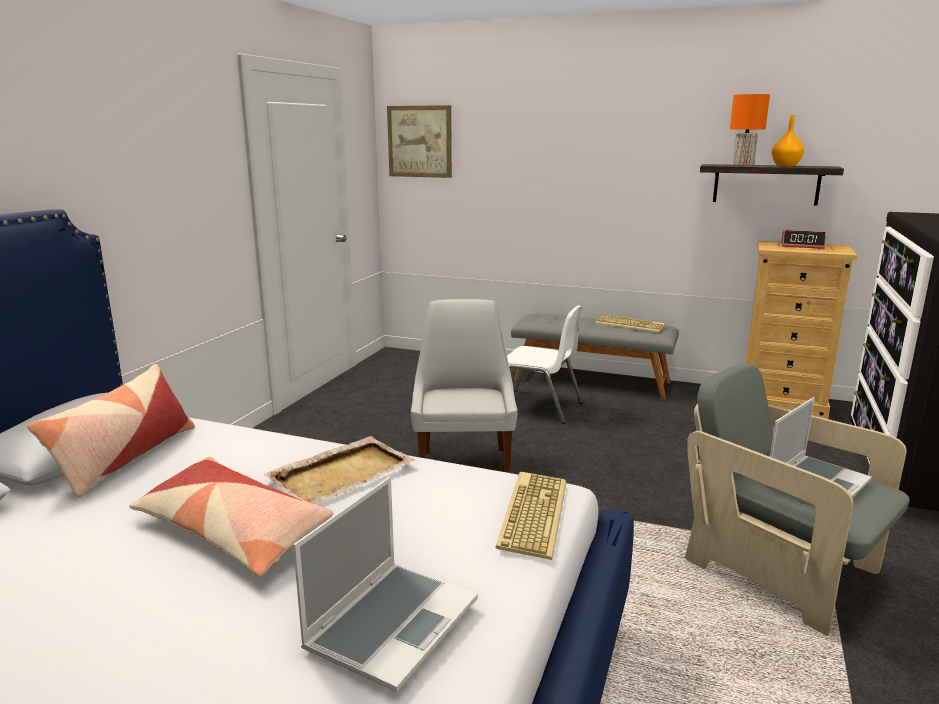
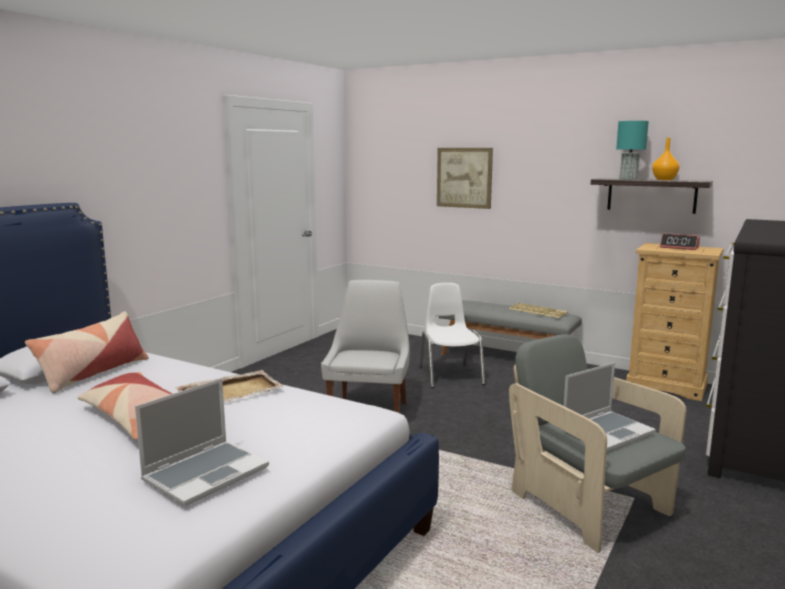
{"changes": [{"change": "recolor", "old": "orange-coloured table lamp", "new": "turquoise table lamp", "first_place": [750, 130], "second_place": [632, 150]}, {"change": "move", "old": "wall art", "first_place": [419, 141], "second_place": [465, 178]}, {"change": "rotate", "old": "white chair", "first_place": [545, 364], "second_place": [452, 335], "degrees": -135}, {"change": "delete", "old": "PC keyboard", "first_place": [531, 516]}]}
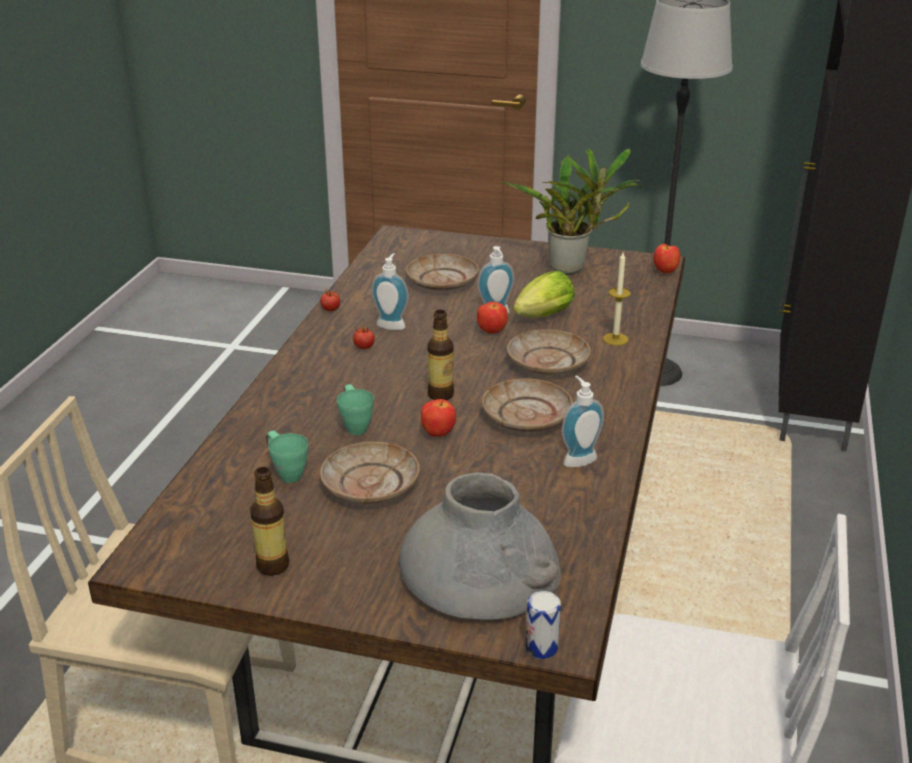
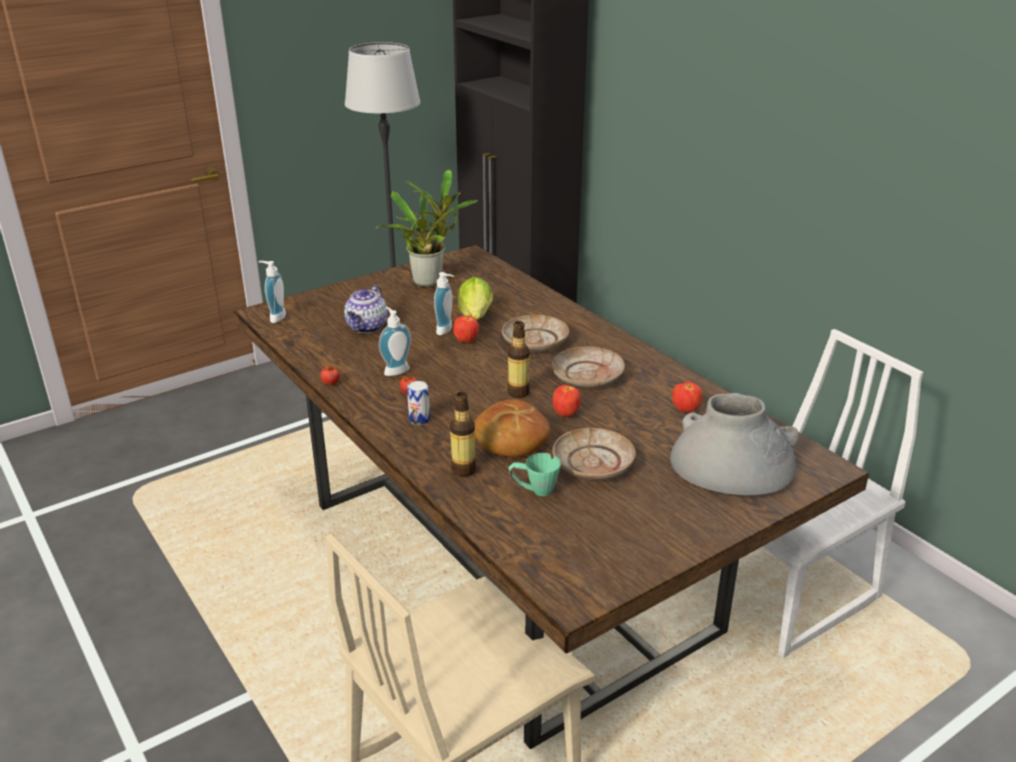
{"changes": [{"change": "move", "old": "apple fruit", "first_place": [666, 258], "second_place": [687, 397]}, {"change": "delete", "old": "wax light", "first_place": [617, 298]}, {"change": "replace", "old": "beige flat dish", "new": "pot for tea", "first_place": [442, 272], "second_place": [366, 309]}, {"change": "move", "old": "soap dispenser", "first_place": [583, 421], "second_place": [272, 292]}, {"change": "replace", "old": "greenish coffee mug", "new": "bread", "first_place": [355, 410], "second_place": [512, 429]}, {"change": "move", "old": "bottle", "first_place": [269, 521], "second_place": [463, 434]}, {"change": "move", "old": "metal can", "first_place": [543, 625], "second_place": [418, 403]}]}
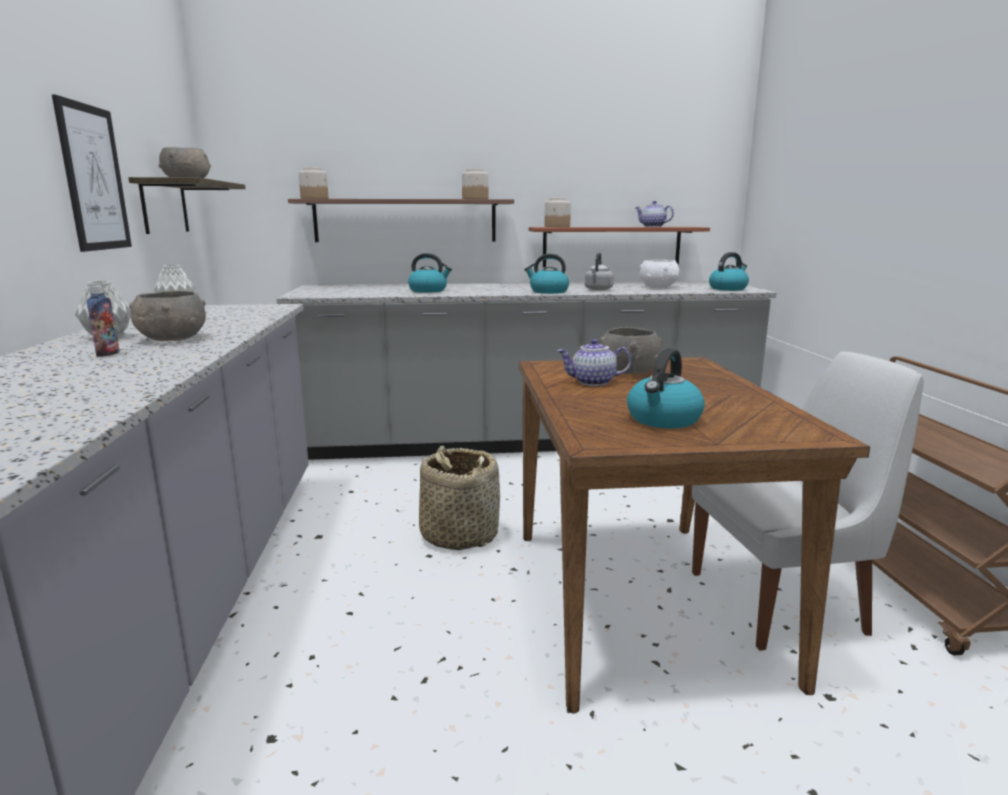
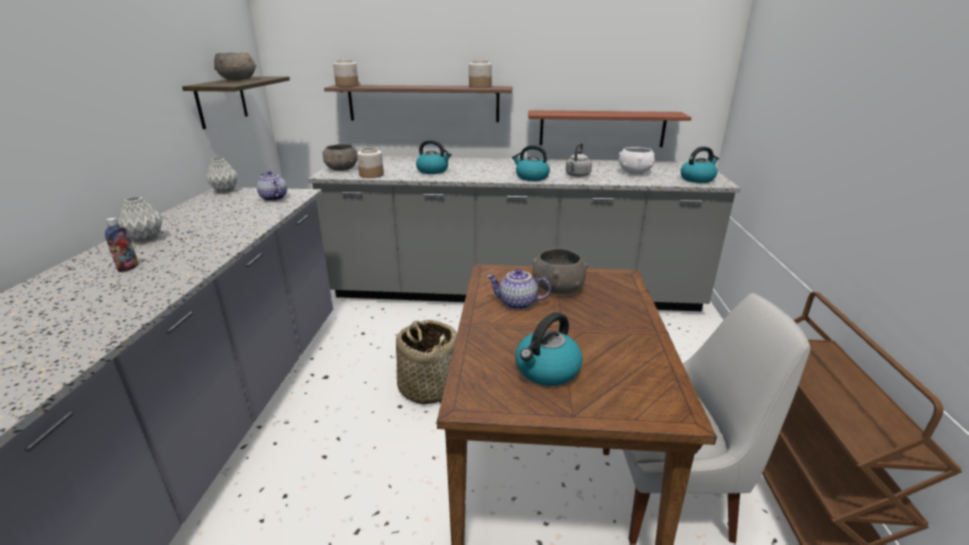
{"changes": [{"change": "delete", "old": "wall art", "first_place": [92, 173]}, {"change": "move", "old": "storage jar", "first_place": [557, 212], "second_place": [370, 162]}, {"change": "move", "old": "pot for tea", "first_place": [655, 214], "second_place": [272, 186]}, {"change": "move", "old": "grey serving bowl", "first_place": [167, 316], "second_place": [340, 157]}]}
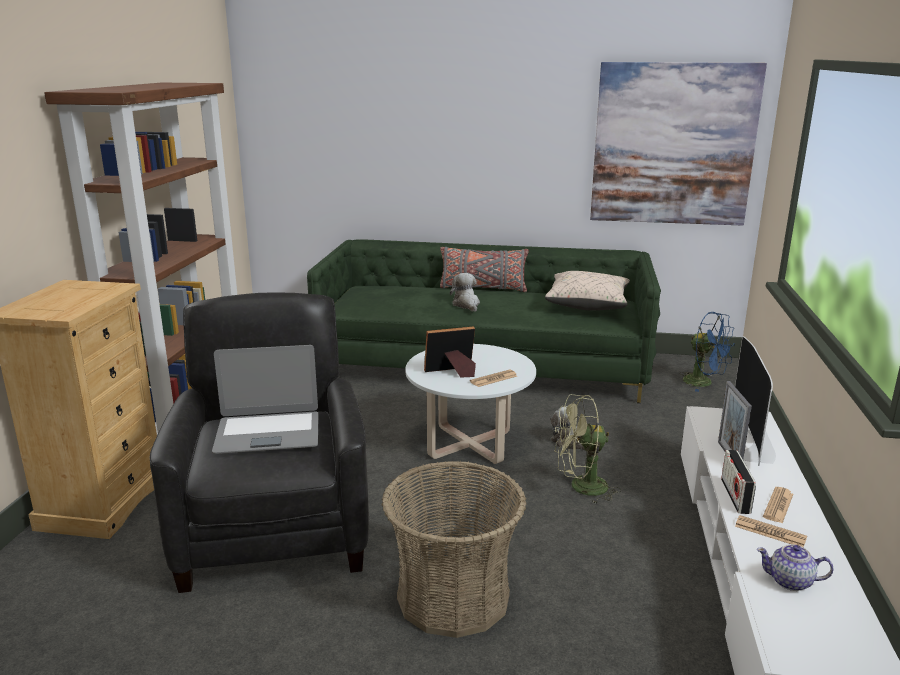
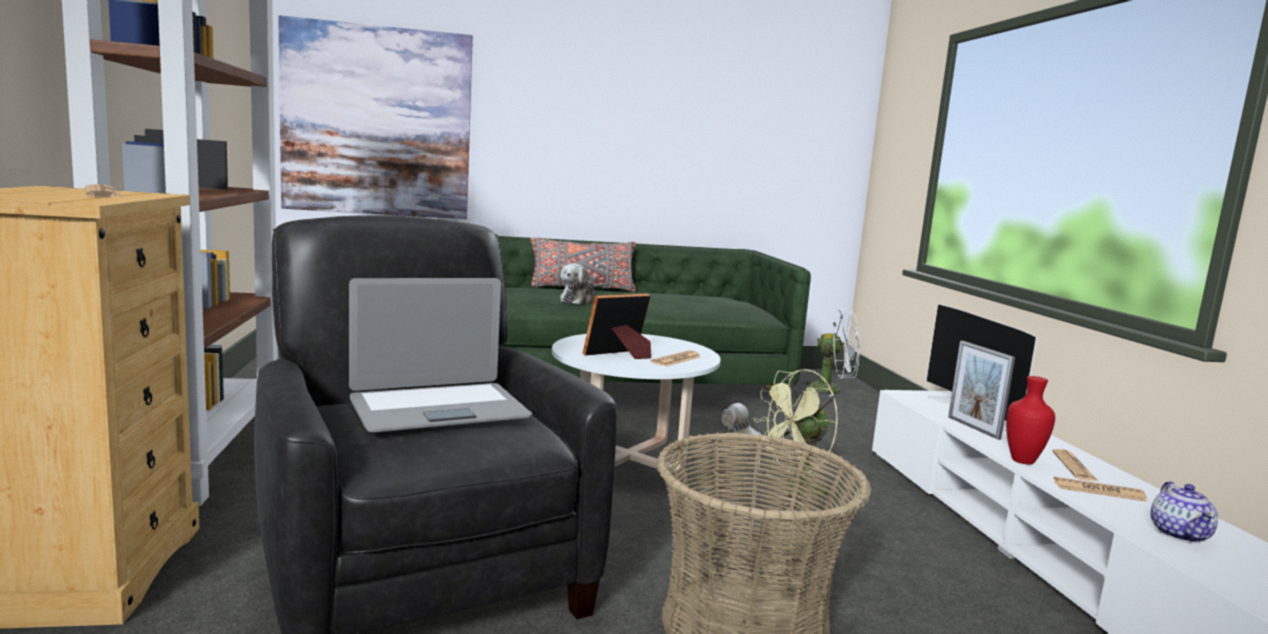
{"changes": [{"change": "move", "old": "wall art", "first_place": [678, 144], "second_place": [375, 117]}, {"change": "delete", "old": "beige throw pillow", "first_place": [587, 291]}, {"change": "rotate", "old": "cuddly toy", "first_place": [465, 292], "second_place": [577, 283], "degrees": -120}, {"change": "recolor", "old": "bluish electric fan", "new": "white electric fan", "first_place": [707, 352], "second_place": [830, 353]}, {"change": "replace", "old": "radio set", "new": "reddish vase", "first_place": [738, 482], "second_place": [1030, 420]}, {"change": "rotate", "old": "pot for tea", "first_place": [795, 567], "second_place": [1184, 512], "degrees": -75}, {"change": "insert", "new": "daily paper", "second_place": [103, 191]}]}
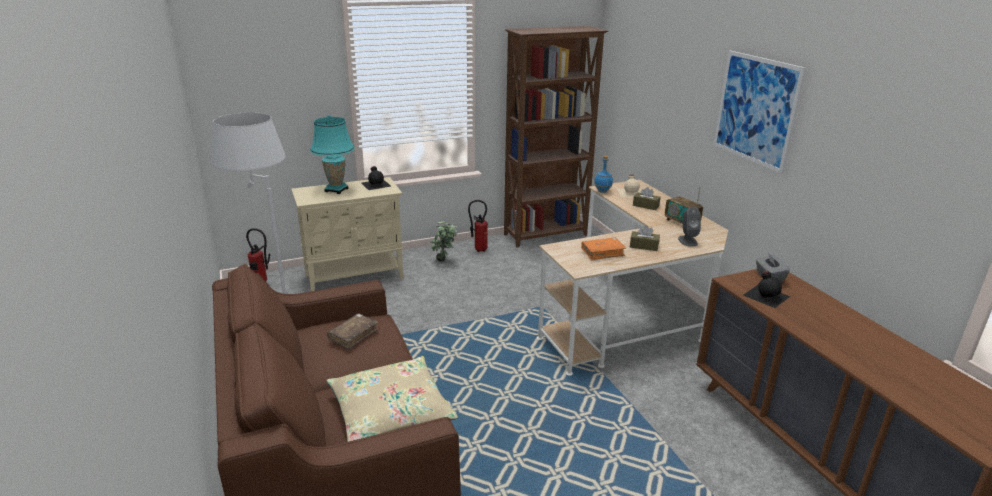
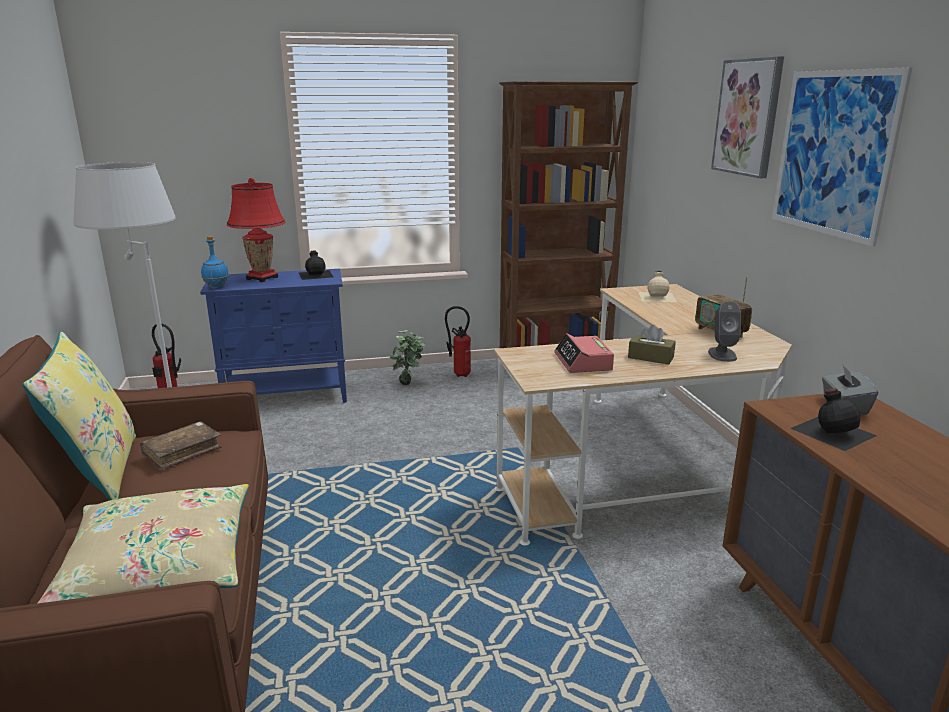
{"changes": [{"change": "recolor", "old": "turquoise table lamp", "new": "reddish table lamp", "first_place": [332, 154], "second_place": [256, 230]}, {"change": "move", "old": "bluish bottle", "first_place": [603, 174], "second_place": [215, 262]}, {"change": "recolor", "old": "beige cabinet", "new": "bluish cabinet", "first_place": [347, 234], "second_place": [273, 336]}, {"change": "delete", "old": "brownish tissue holder", "first_place": [646, 198]}, {"change": "replace", "old": "orange-coloured volume", "new": "alarm clock", "first_place": [603, 248], "second_place": [584, 353]}, {"change": "insert", "new": "wall art", "second_place": [747, 117]}, {"change": "insert", "new": "yellow throw pillow", "second_place": [79, 416]}]}
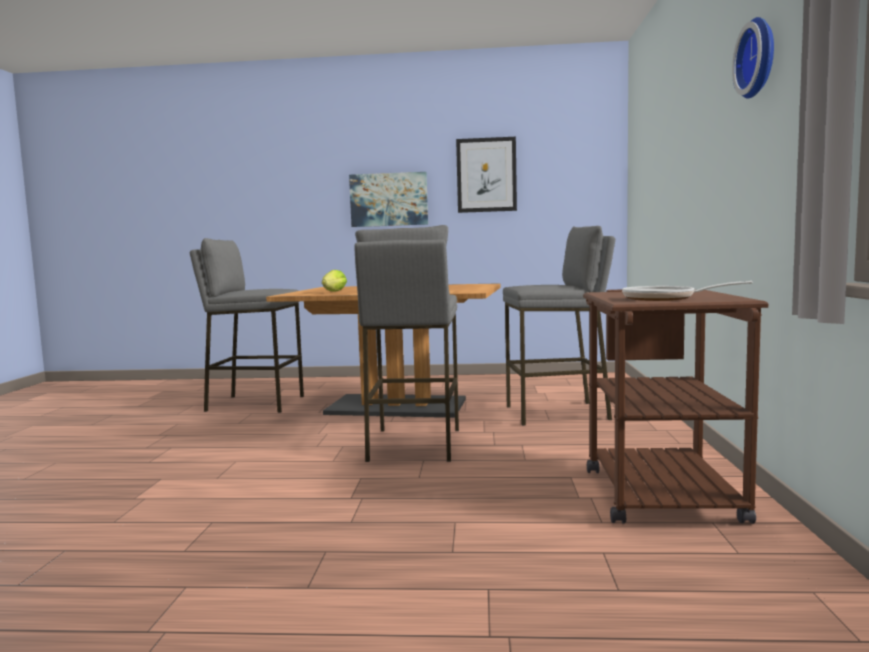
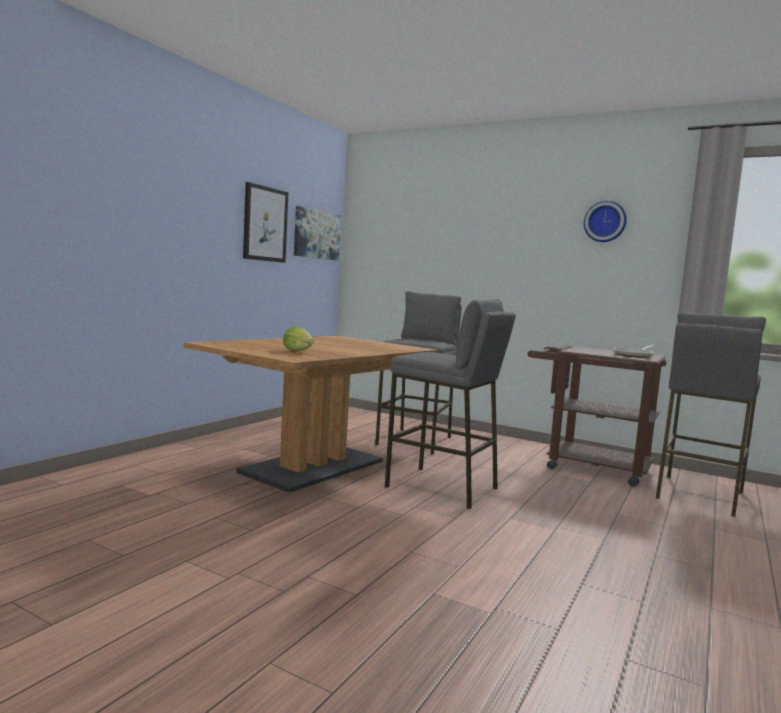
{"changes": [{"change": "move", "old": "wall art", "first_place": [388, 199], "second_place": [317, 233]}, {"change": "move", "old": "grey sitting stool", "first_place": [247, 325], "second_place": [711, 415]}]}
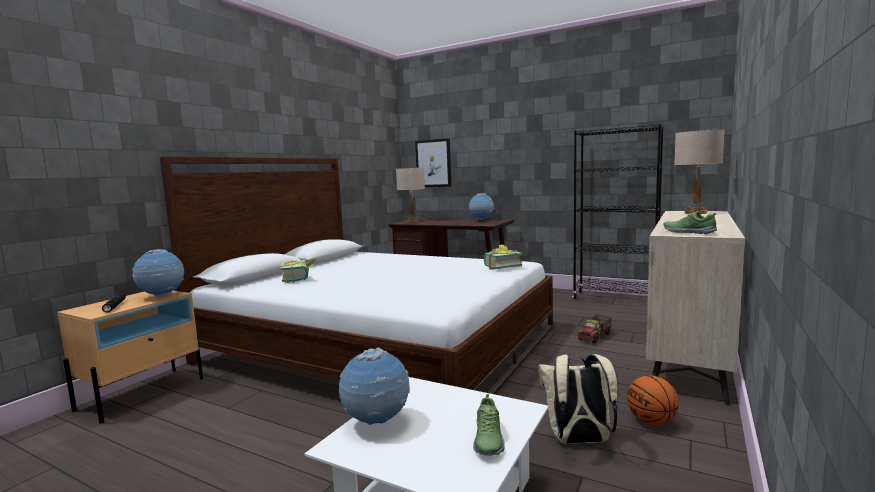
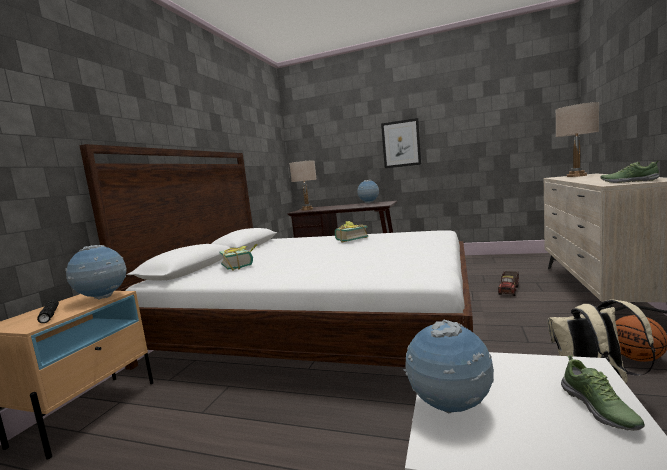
{"changes": [{"change": "delete", "old": "black bookcase", "first_place": [618, 211]}, {"change": "move", "old": "wall art", "first_place": [433, 162], "second_place": [401, 143]}, {"change": "move", "old": "volume", "first_place": [503, 257], "second_place": [351, 231]}]}
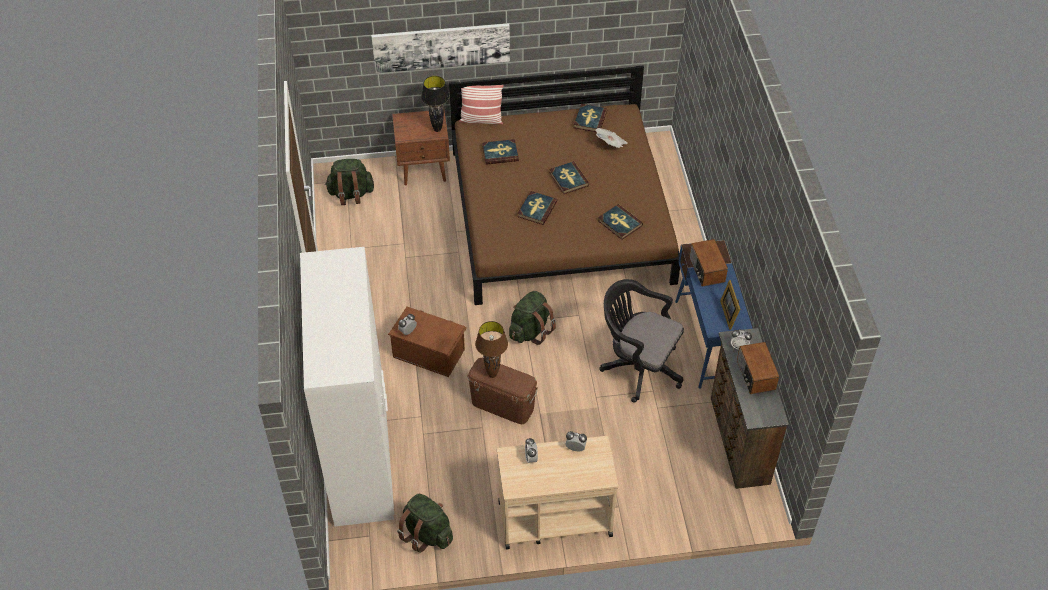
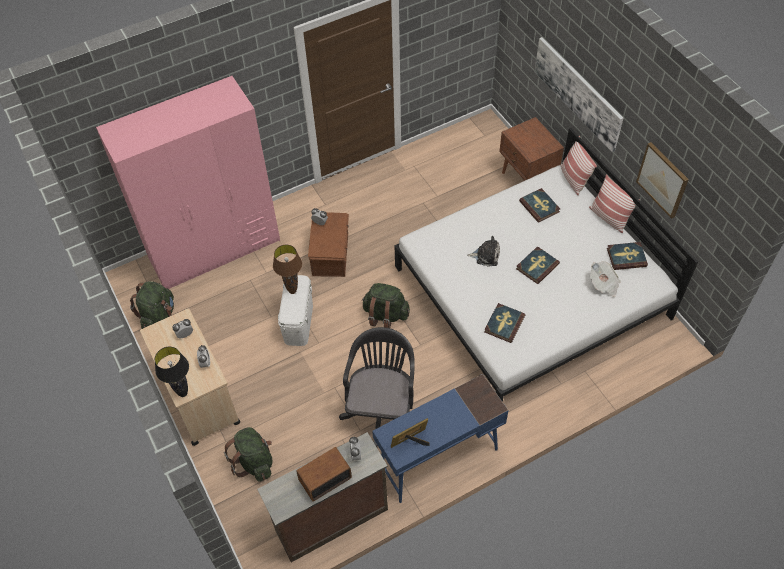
{"changes": [{"change": "recolor", "old": "brownish bed", "new": "white bed", "first_place": [564, 185], "second_place": [546, 265]}, {"change": "move", "old": "black table lamp", "first_place": [435, 104], "second_place": [172, 372]}, {"change": "move", "old": "greenish knapsack", "first_place": [349, 182], "second_place": [248, 454]}, {"change": "replace", "old": "volume", "new": "cuddly toy", "first_place": [537, 208], "second_place": [483, 251]}, {"change": "delete", "old": "radio set", "first_place": [709, 263]}, {"change": "recolor", "old": "white armoire", "new": "pink-coloured armoire", "first_place": [347, 387], "second_place": [188, 182]}, {"change": "recolor", "old": "brownish storage box", "new": "white storage box", "first_place": [502, 391], "second_place": [295, 310]}, {"change": "insert", "new": "wall art", "second_place": [662, 180]}, {"change": "insert", "new": "throw pillow", "second_place": [612, 203]}]}
